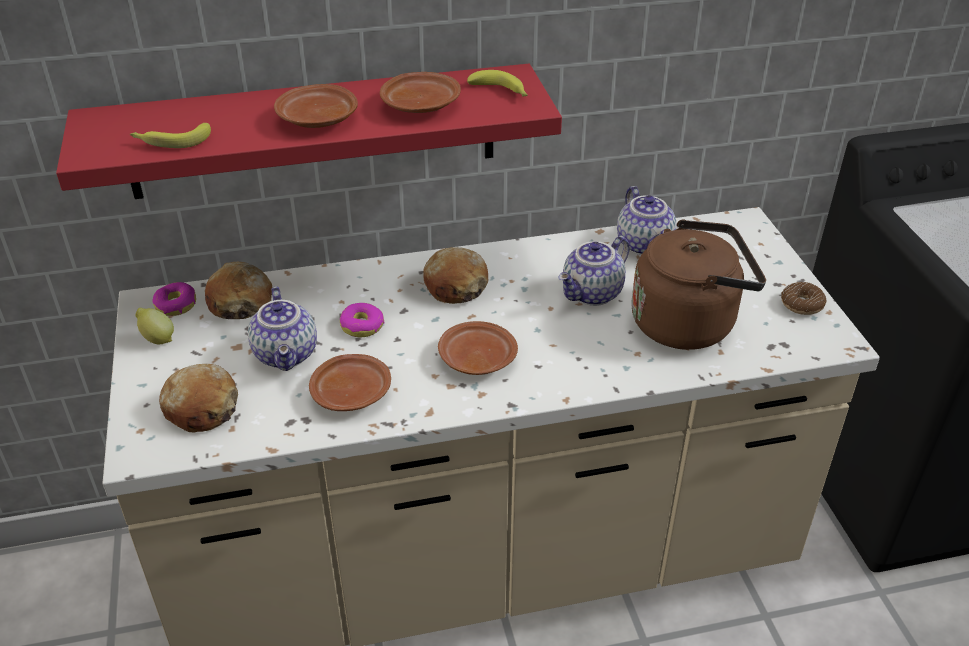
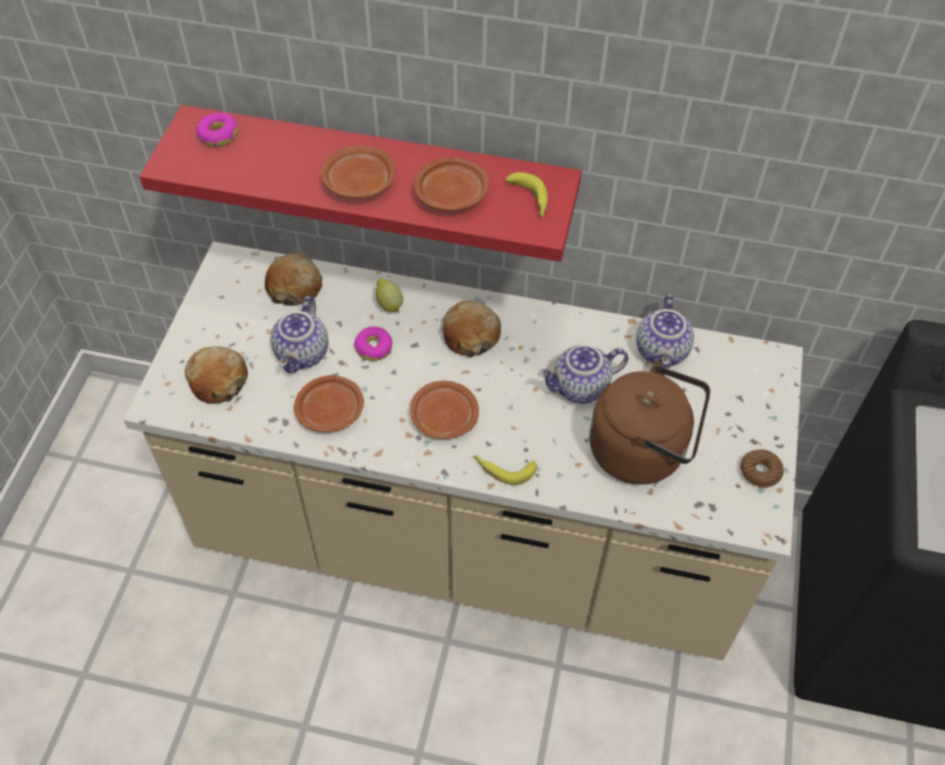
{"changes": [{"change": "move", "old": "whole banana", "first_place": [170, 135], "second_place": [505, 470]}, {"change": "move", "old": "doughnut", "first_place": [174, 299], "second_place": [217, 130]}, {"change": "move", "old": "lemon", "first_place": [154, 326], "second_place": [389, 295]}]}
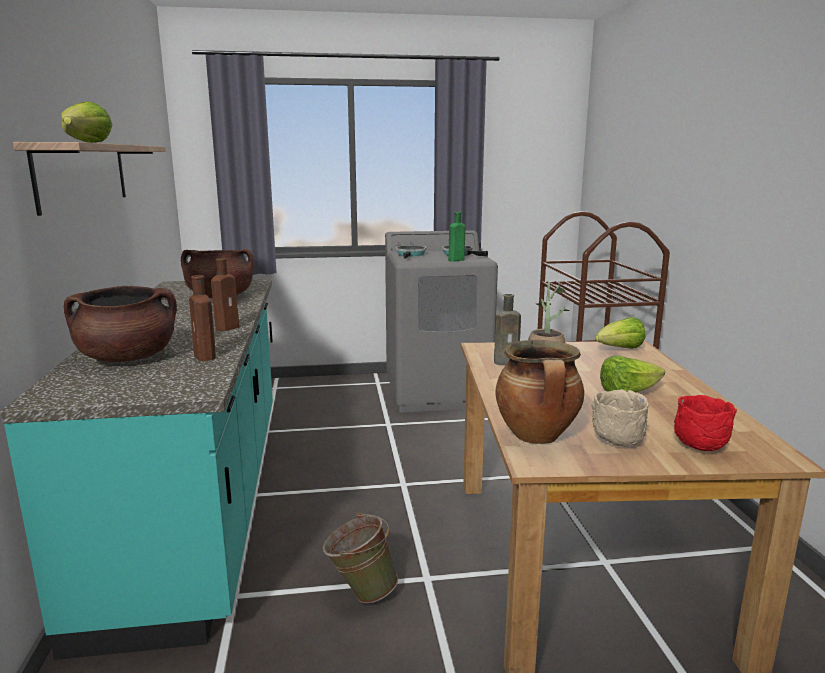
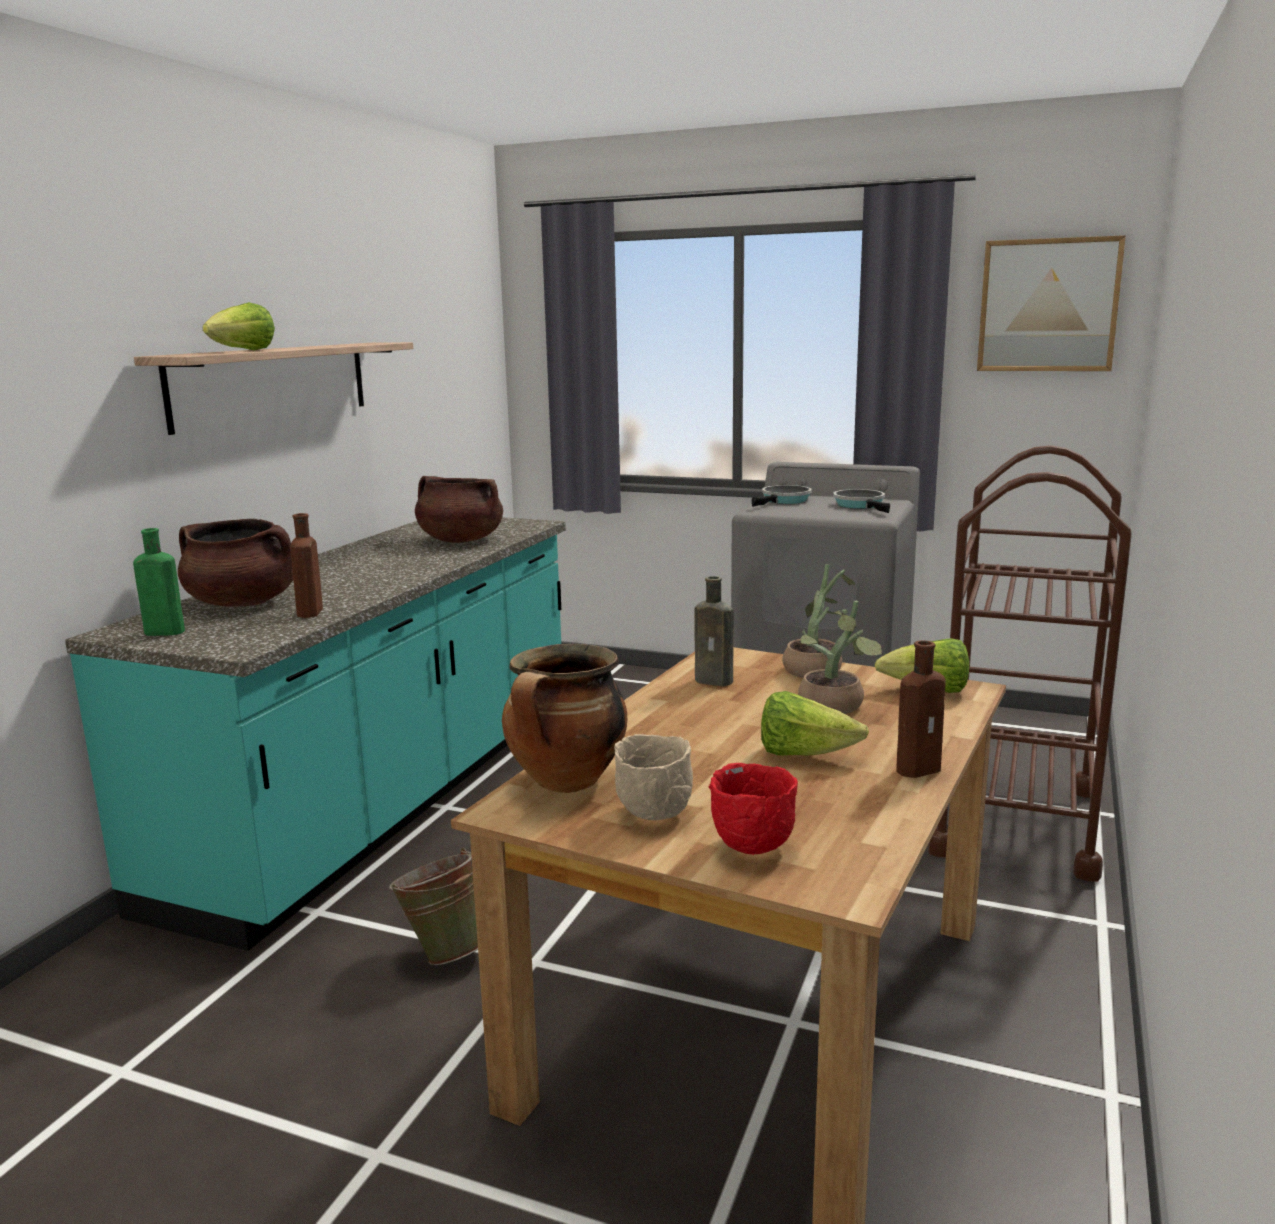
{"changes": [{"change": "move", "old": "greenish bottle", "first_place": [456, 236], "second_place": [159, 582]}, {"change": "move", "old": "brownish bottle", "first_place": [225, 294], "second_place": [921, 709]}, {"change": "insert", "new": "wall art", "second_place": [1051, 303]}, {"change": "insert", "new": "houseplant", "second_place": [840, 657]}]}
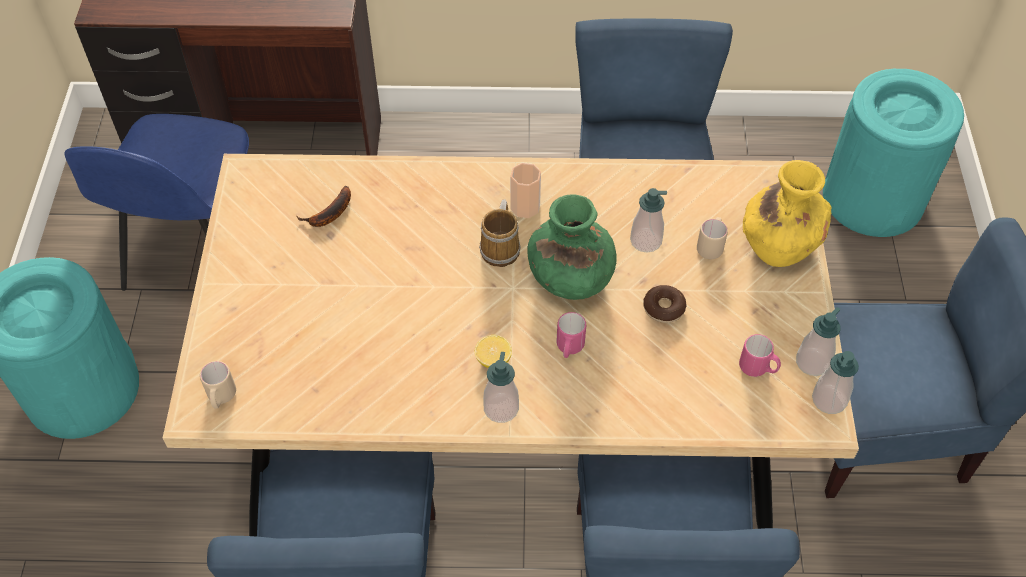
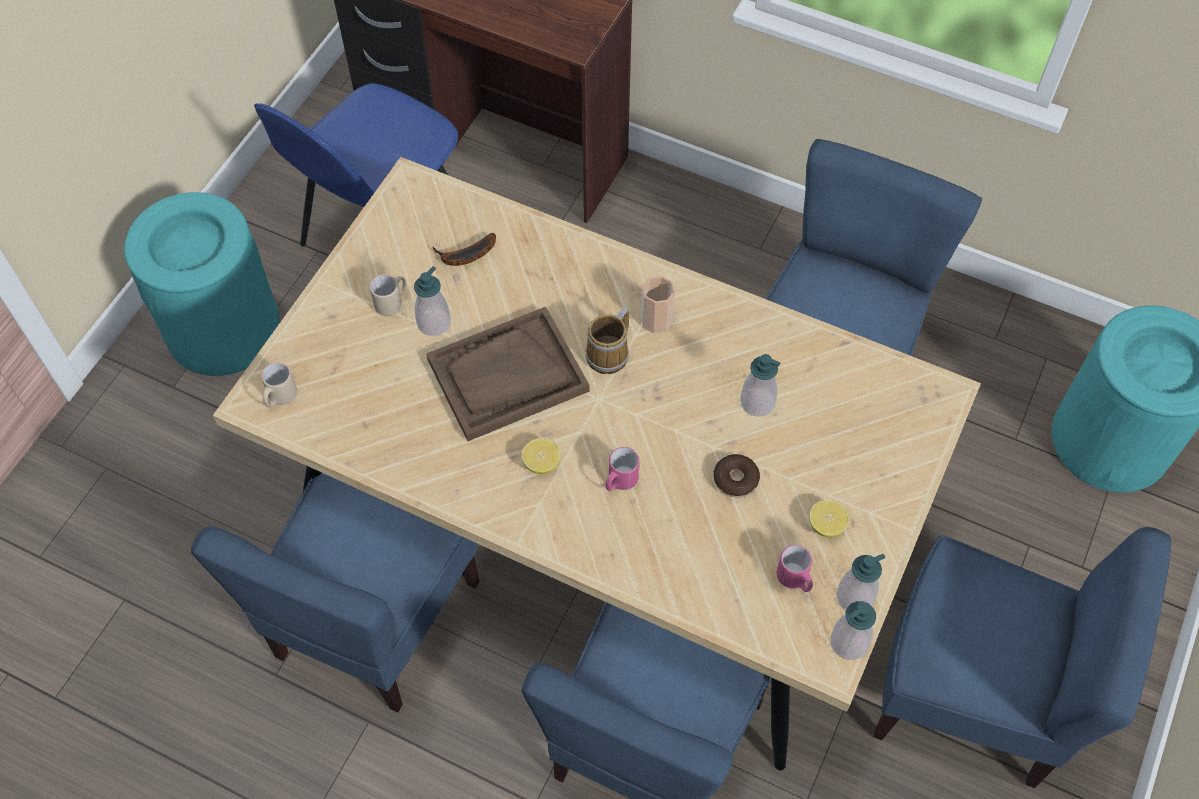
{"changes": [{"change": "delete", "old": "yellow vase", "first_place": [787, 213]}, {"change": "delete", "old": "greenish vase", "first_place": [572, 247]}, {"change": "move", "old": "beige coffee mug", "first_place": [712, 238], "second_place": [388, 295]}, {"change": "move", "old": "soap dispenser", "first_place": [501, 387], "second_place": [432, 301]}, {"change": "insert", "new": "brownish tray", "second_place": [507, 374]}, {"change": "insert", "new": "lemon", "second_place": [829, 518]}]}
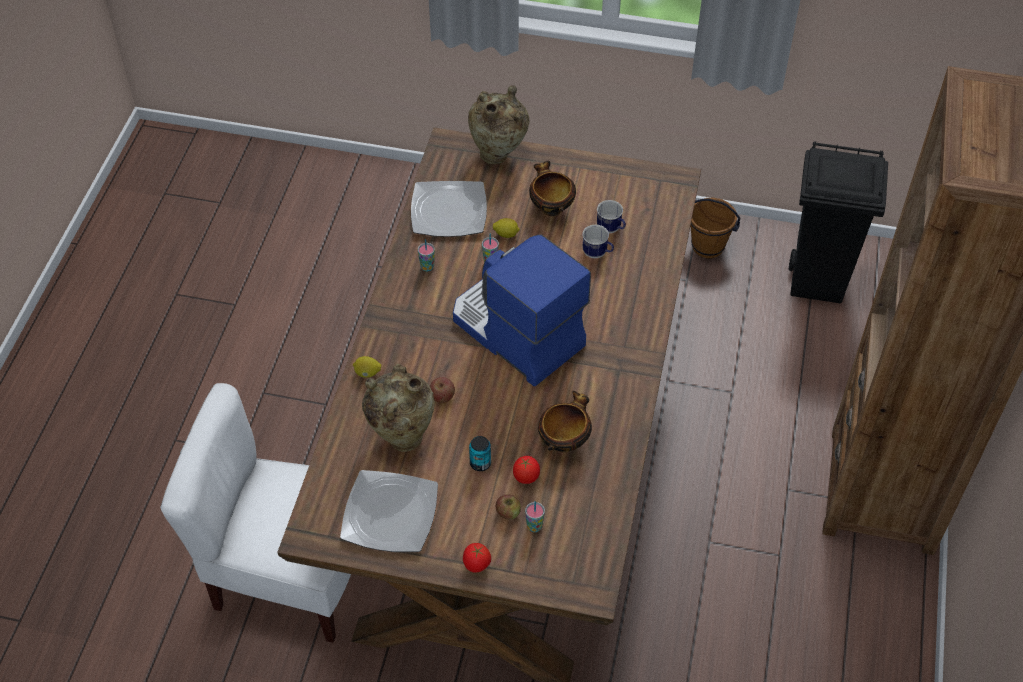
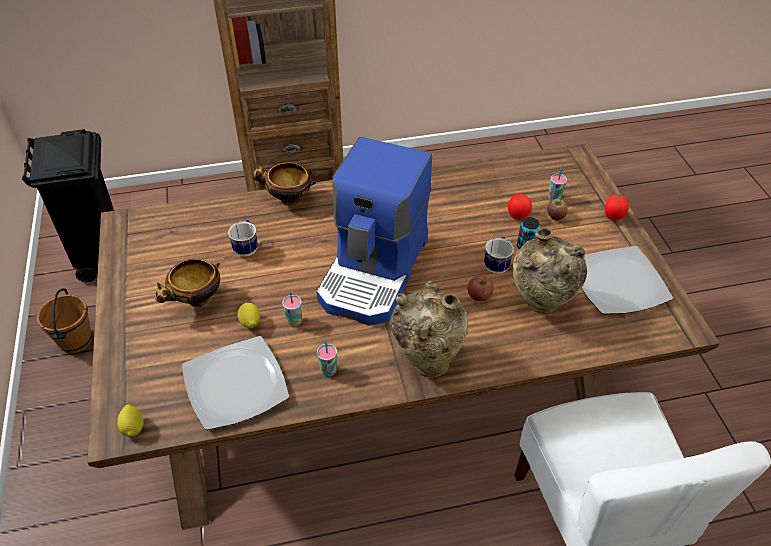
{"changes": [{"change": "move", "old": "beige vase", "first_place": [499, 124], "second_place": [429, 329]}, {"change": "move", "old": "coffee mug", "first_place": [611, 216], "second_place": [499, 255]}, {"change": "move", "old": "lemon", "first_place": [367, 367], "second_place": [130, 420]}, {"change": "move", "old": "serving bowl", "first_place": [565, 421], "second_place": [284, 184]}]}
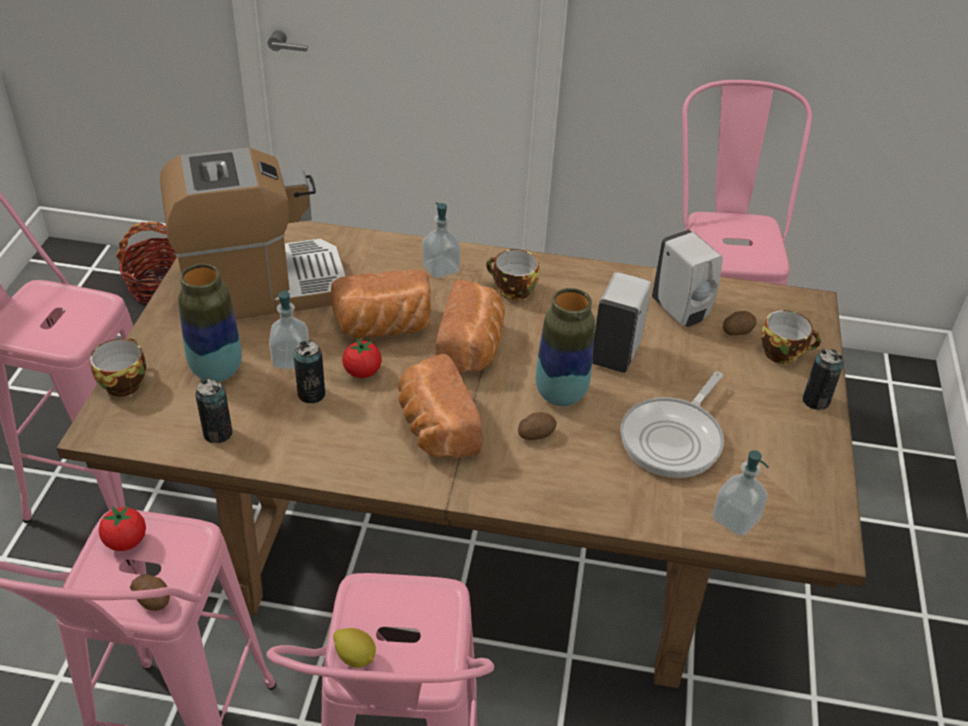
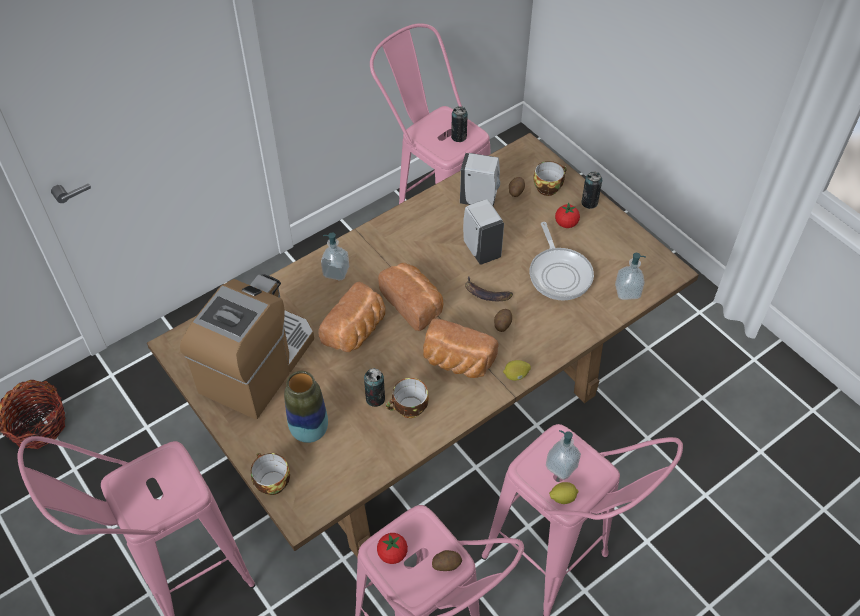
{"changes": [{"change": "move", "old": "cup", "first_place": [512, 274], "second_place": [407, 398]}, {"change": "replace", "old": "vase", "new": "whole banana", "first_place": [565, 347], "second_place": [489, 288]}, {"change": "move", "old": "soap dispenser", "first_place": [289, 329], "second_place": [563, 455]}, {"change": "move", "old": "fresh tomato", "first_place": [362, 358], "second_place": [567, 215]}, {"change": "move", "old": "metal can", "first_place": [214, 411], "second_place": [459, 124]}, {"change": "insert", "new": "lemon", "second_place": [517, 370]}]}
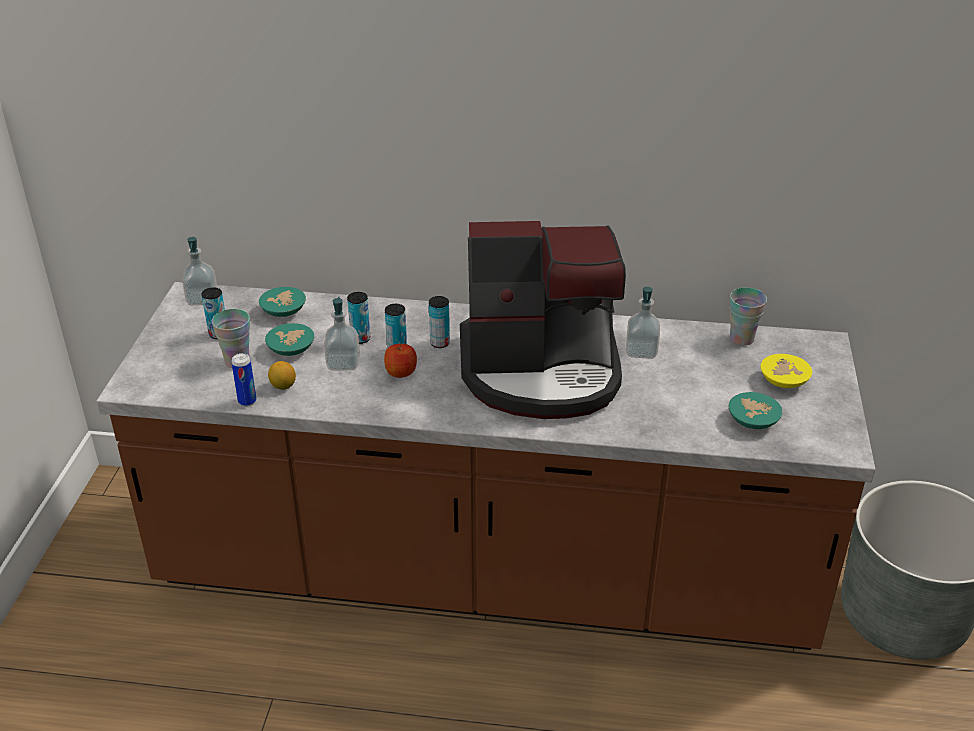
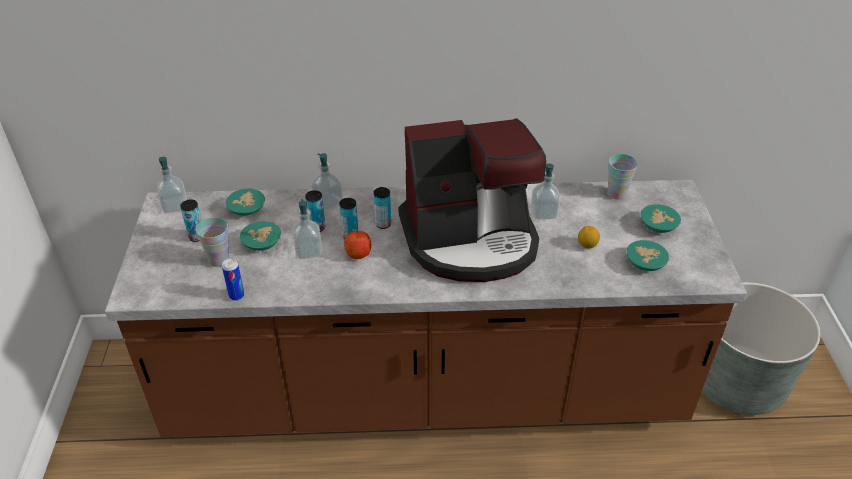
{"changes": [{"change": "recolor", "old": "yellow serving bowl", "new": "turquoise serving bowl", "first_place": [786, 371], "second_place": [660, 218]}, {"change": "move", "old": "lemon", "first_place": [282, 375], "second_place": [589, 237]}, {"change": "insert", "new": "soap dispenser", "second_place": [327, 181]}]}
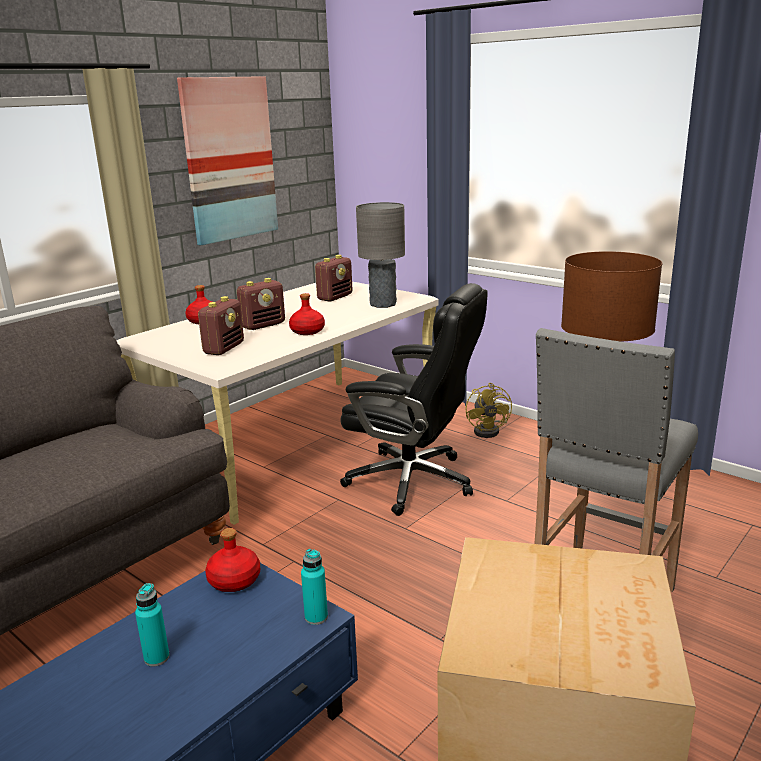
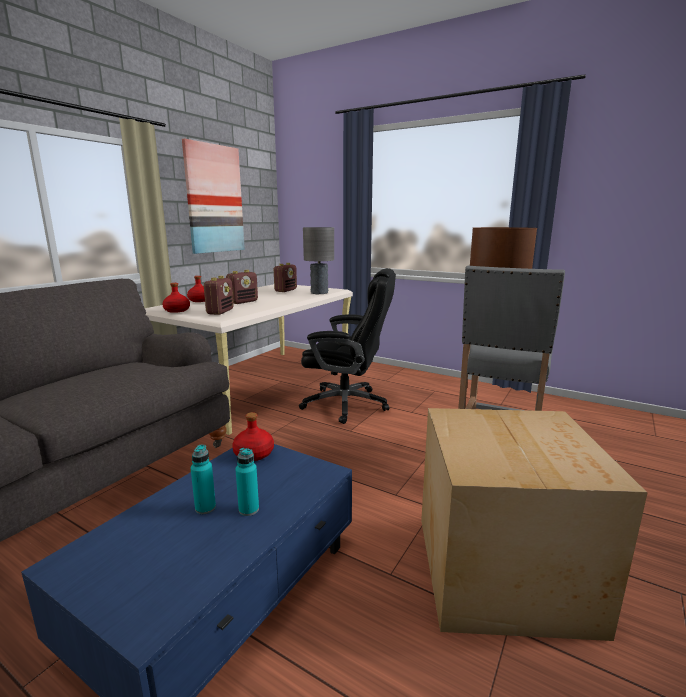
{"changes": [{"change": "move", "old": "reddish bottle", "first_place": [307, 314], "second_place": [176, 298]}, {"change": "delete", "old": "yellow electric fan", "first_place": [489, 410]}, {"change": "move", "old": "turquoise bottle", "first_place": [314, 587], "second_place": [247, 482]}]}
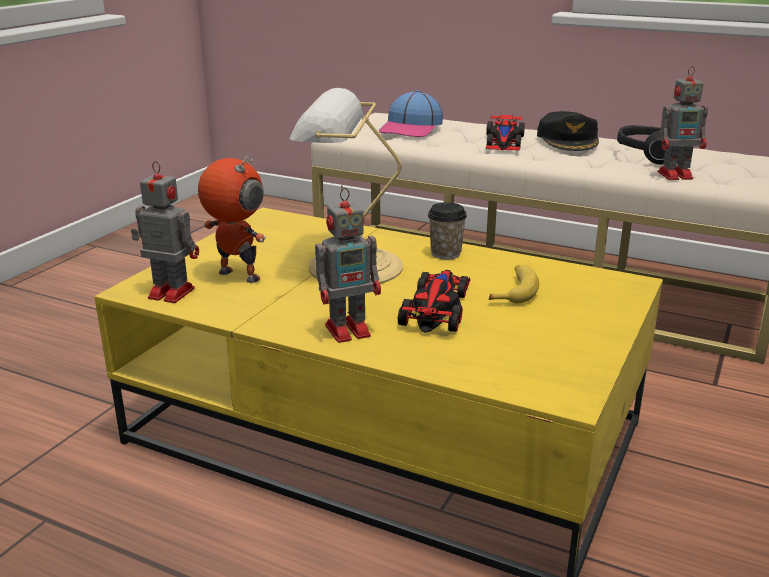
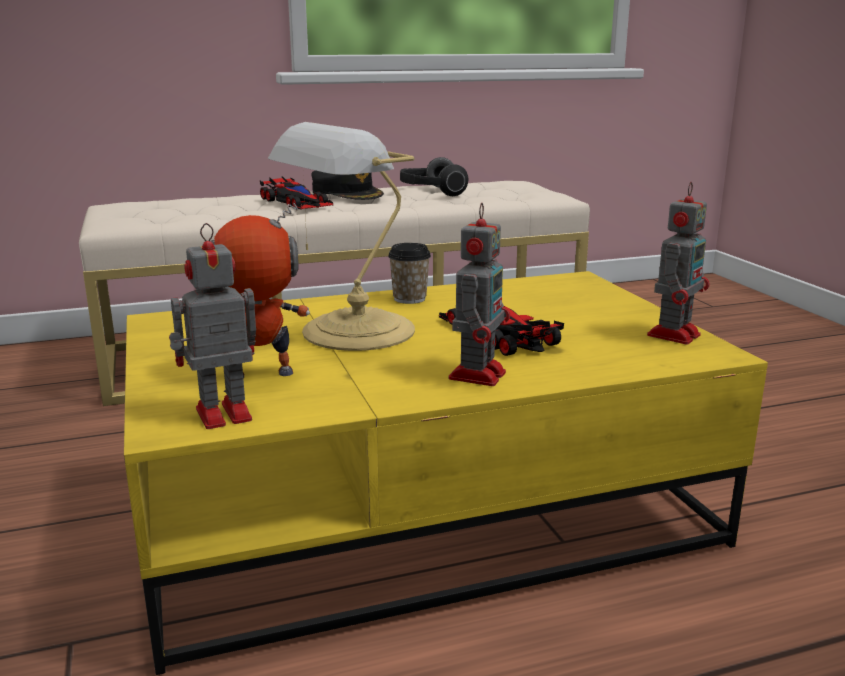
{"changes": [{"change": "move", "old": "model robot", "first_place": [683, 123], "second_place": [678, 263]}, {"change": "delete", "old": "baseball cap", "first_place": [411, 113]}, {"change": "delete", "old": "whole banana", "first_place": [514, 284]}]}
